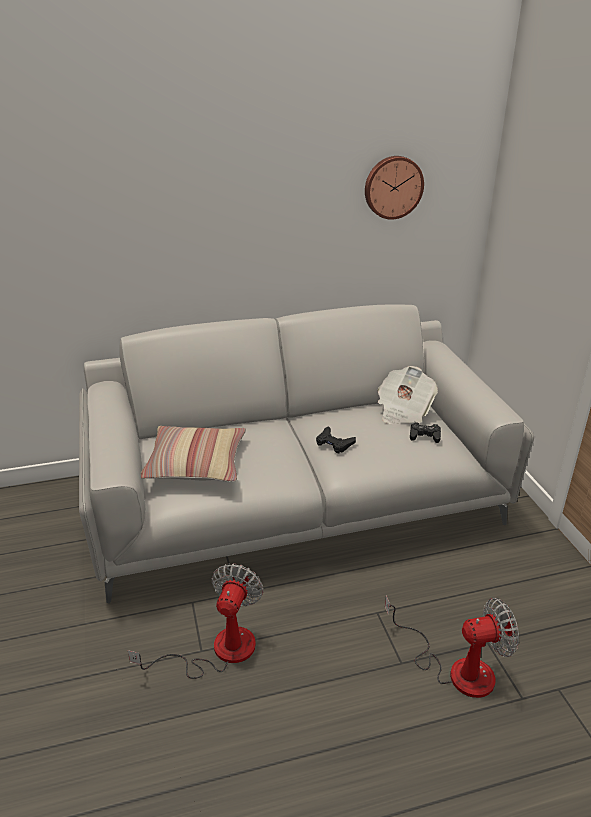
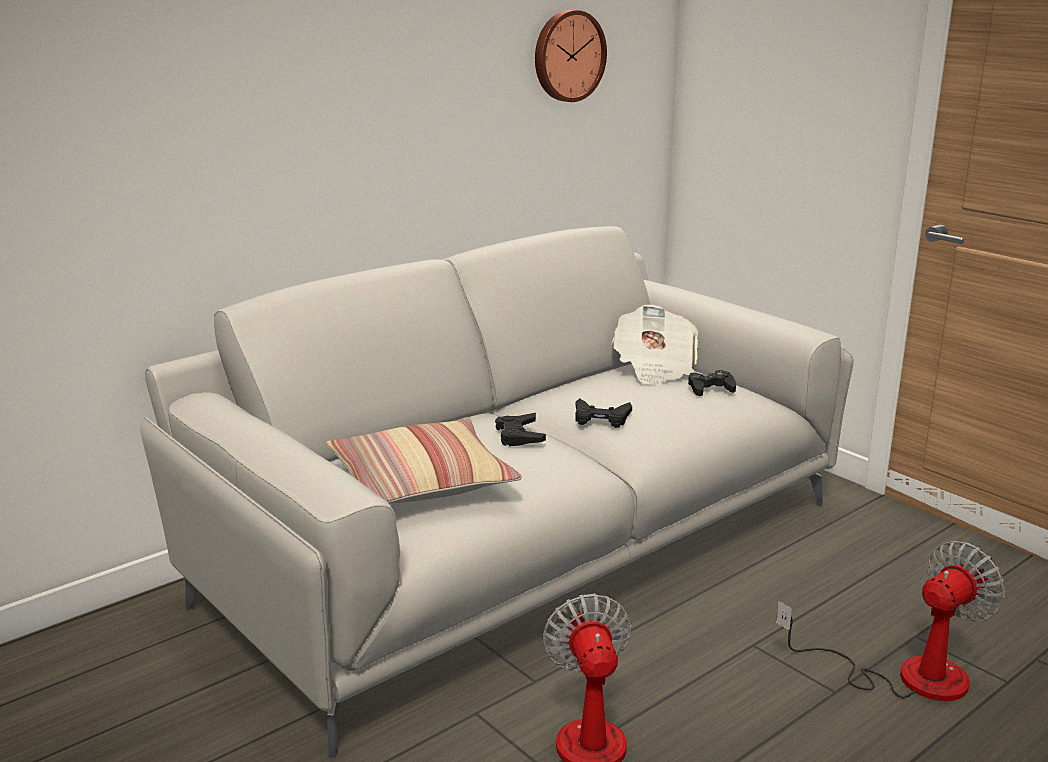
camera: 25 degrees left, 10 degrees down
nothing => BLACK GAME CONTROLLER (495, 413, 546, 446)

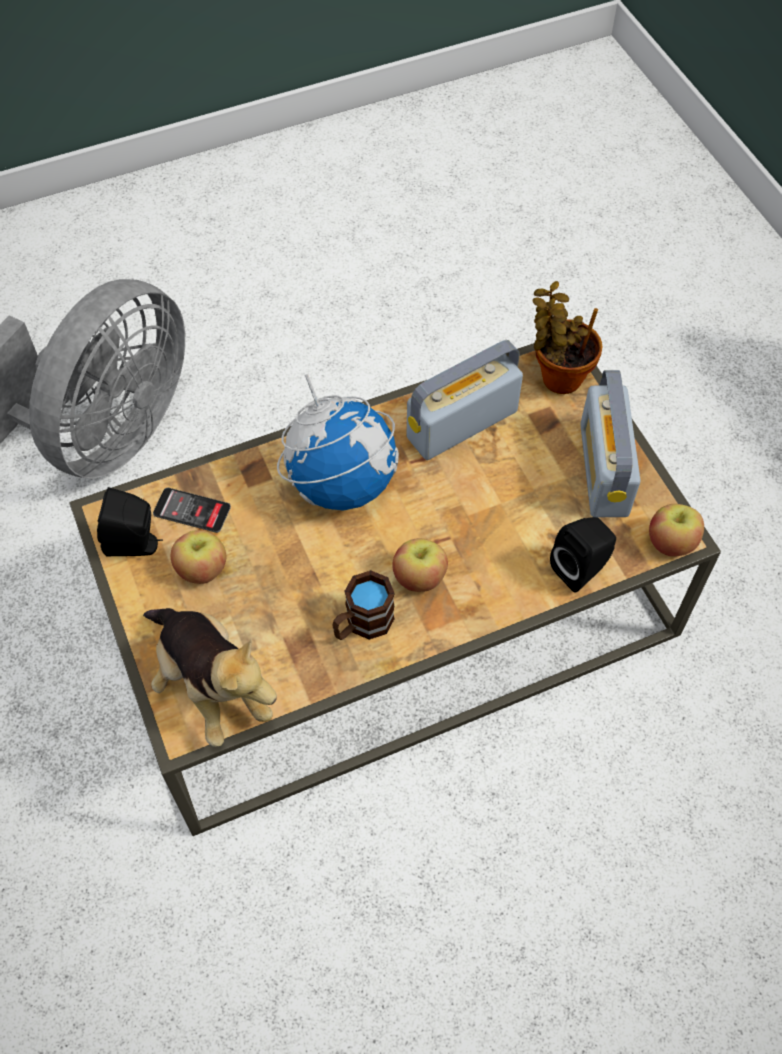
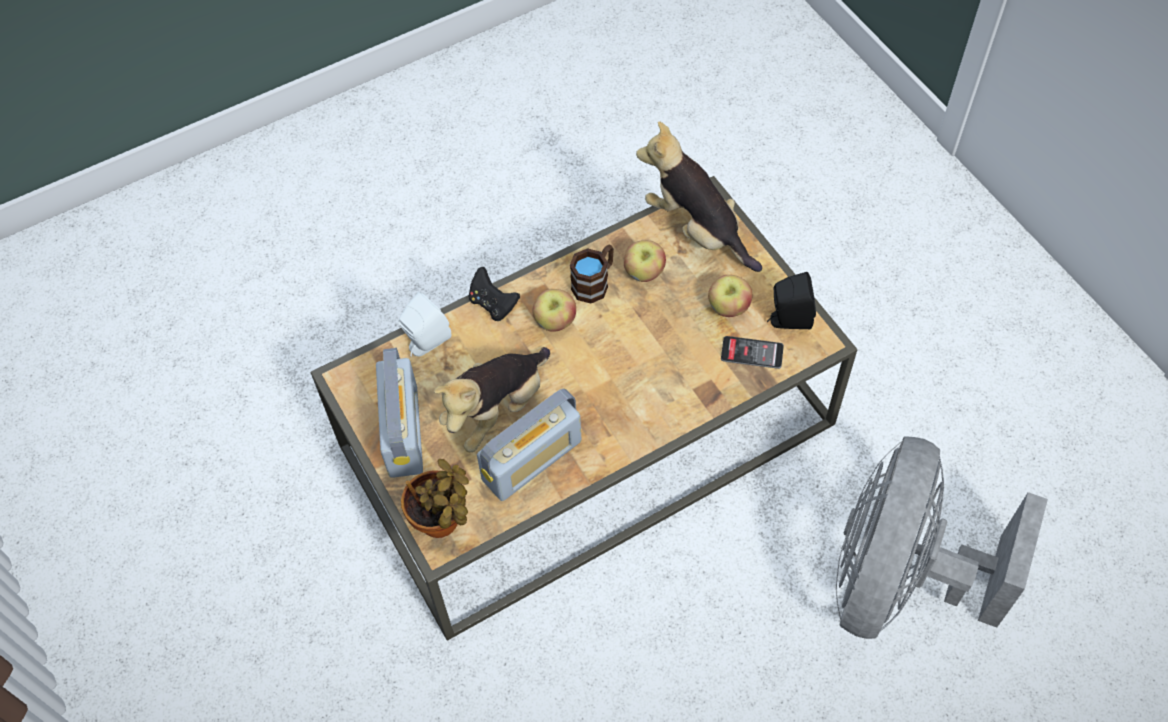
camera: 175 degrees right, 0 degrees up
GLOBE (277, 374, 399, 511) => nothing
nothing => PLUSH TOY (434, 347, 550, 452)
nothing => BLACK GAME CONTROLLER (469, 267, 520, 321)
APPLE (649, 504, 704, 557) => APPLE (624, 240, 666, 282), move
BLACK SPEAKER (550, 517, 616, 593) => WHITE SPEAKER (399, 292, 451, 357)

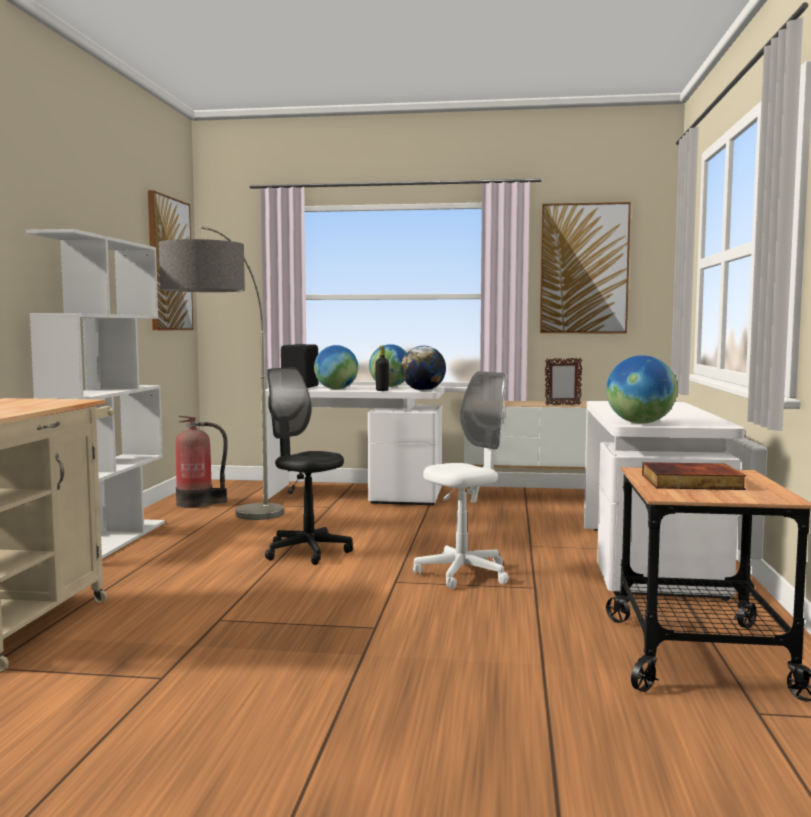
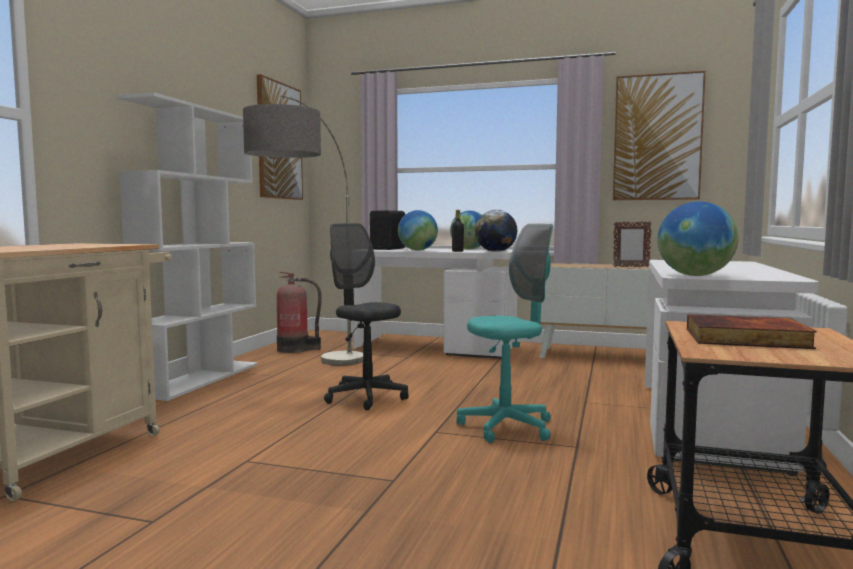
camera: 10 degrees right, 0 degrees up
WHITE OFFICE CHAIR (413, 371, 509, 589) => TURQUOISE OFFICE CHAIR (456, 224, 553, 443)

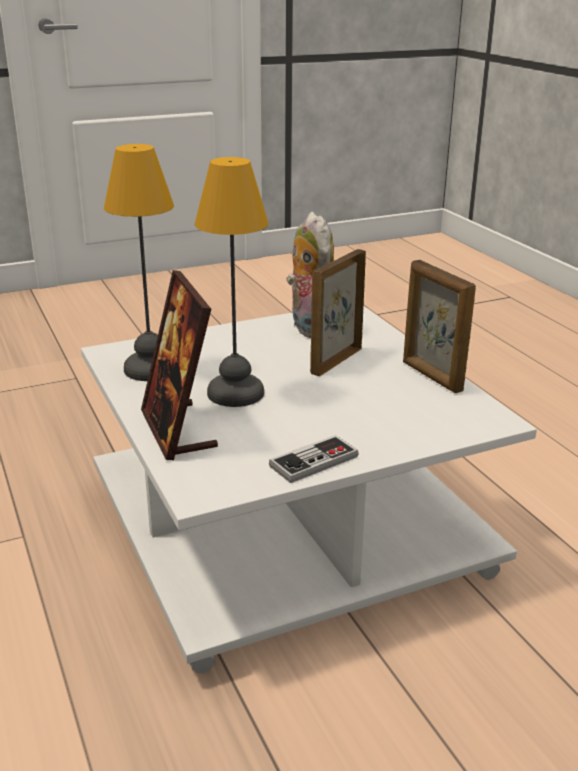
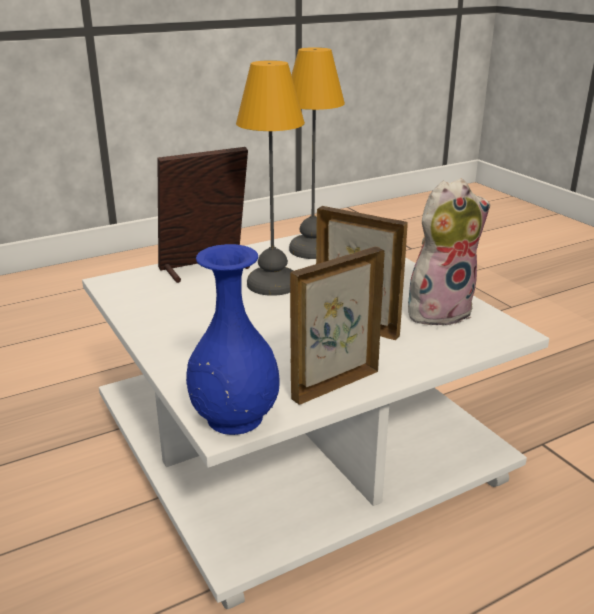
camera: 85 degrees right, 0 degrees up
GAME CONTROLLER (269, 435, 359, 483) => nothing
nothing => BLUE VASE (186, 244, 280, 435)

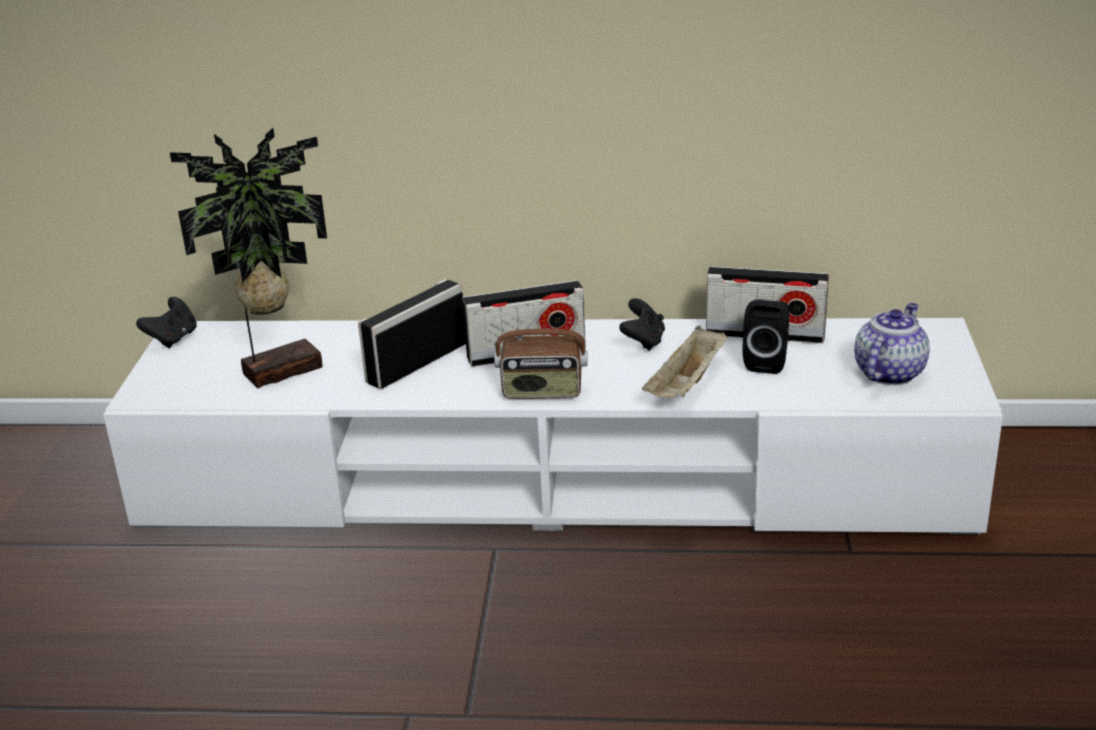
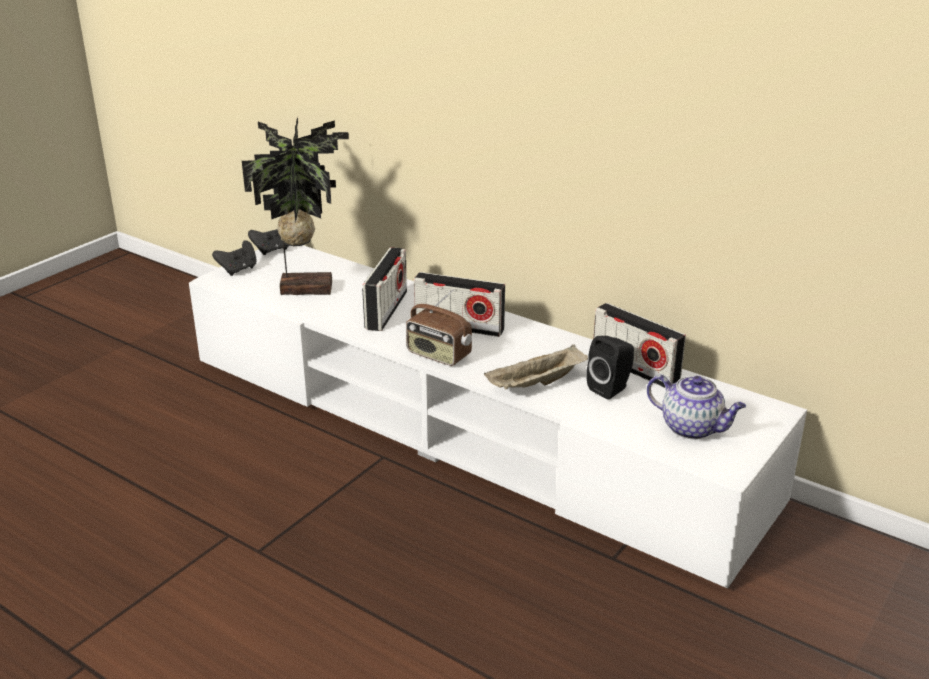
camera: 30 degrees right, 0 degrees up
BLACK GAME CONTROLLER (619, 298, 665, 351) => BLACK GAME CONTROLLER (212, 240, 257, 276), move
RADIO (358, 279, 466, 389) => RADIO (362, 247, 407, 331), 120 degrees clockwise
TEAPOT (854, 303, 930, 385) => TEAPOT (647, 375, 746, 439), 60 degrees clockwise

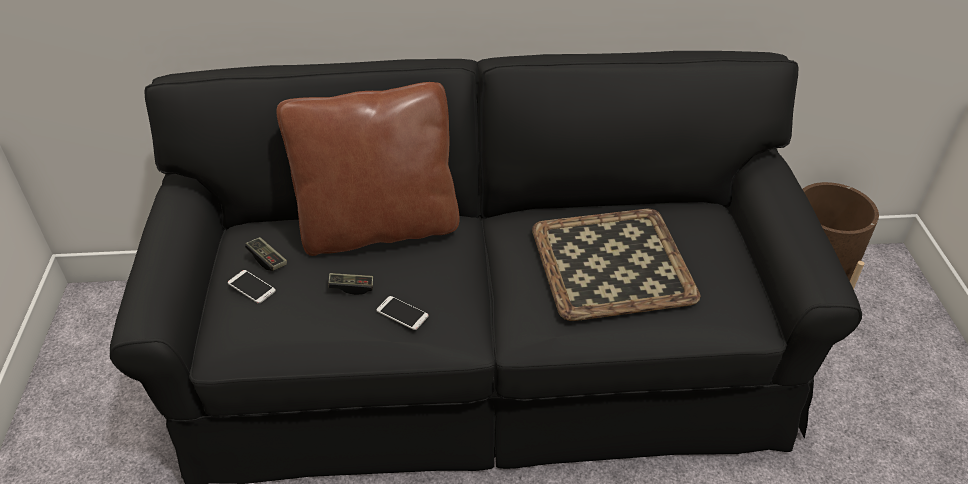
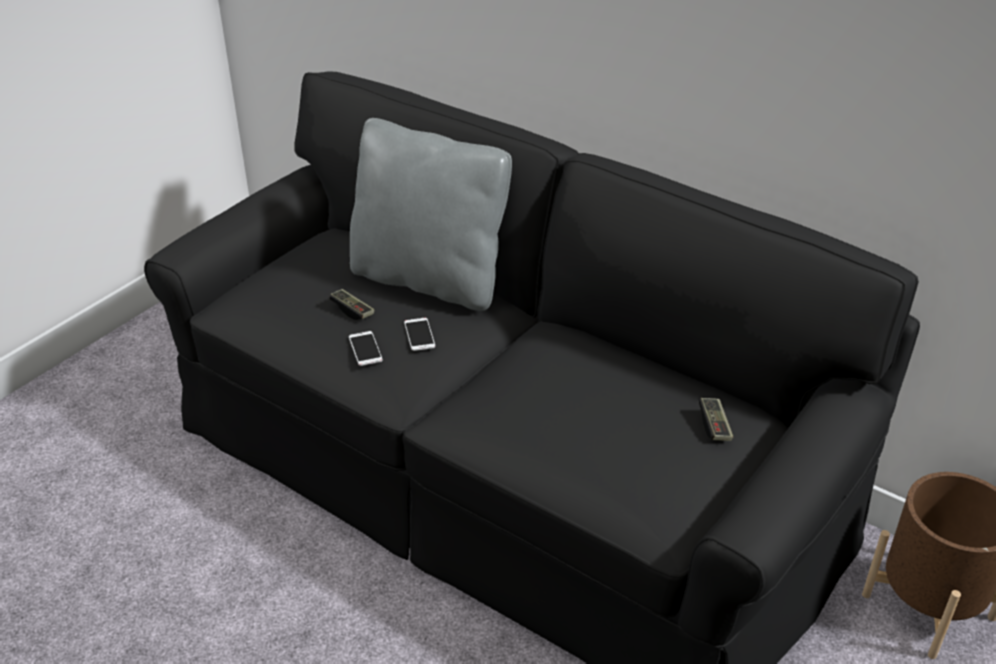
camera: 40 degrees right, 5 degrees down
TRAY (532, 209, 701, 321) => nothing
PHONE (228, 270, 276, 304) => PHONE (404, 318, 435, 351), move
GAME CONTROLLER (245, 237, 287, 271) => GAME CONTROLLER (699, 398, 733, 441), move
BROWN PILLOW (276, 82, 459, 256) => GREY PILLOW (350, 118, 512, 311)

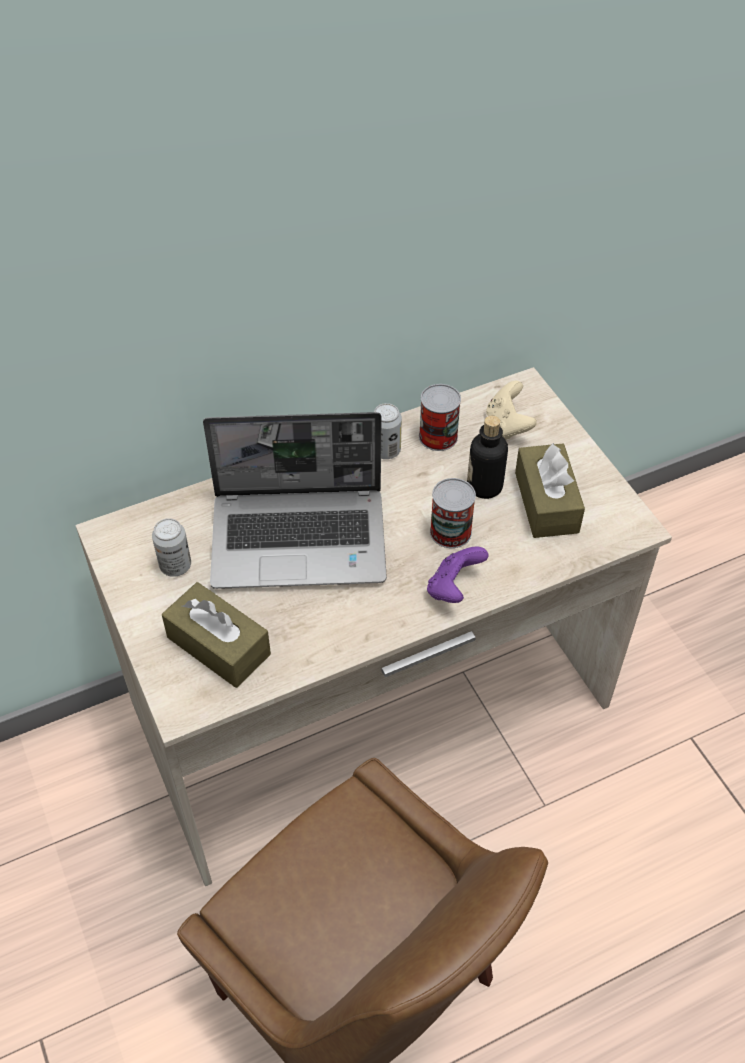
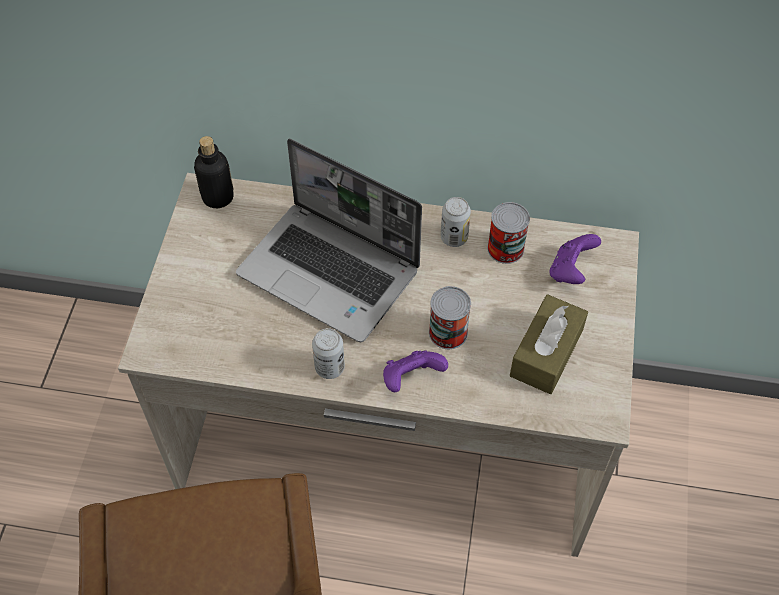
camera: 35 degrees right, 5 degrees up
BROWN TISSUE BOX (162, 582, 271, 688) => nothing
CAN (152, 518, 191, 577) => CAN (312, 328, 345, 379), move
BOTTLE (467, 416, 508, 499) => BOTTLE (194, 136, 234, 208), move
BEIGE GAME CONTROLLER (486, 381, 537, 440) => PURPLE GAME CONTROLLER (549, 234, 601, 284)

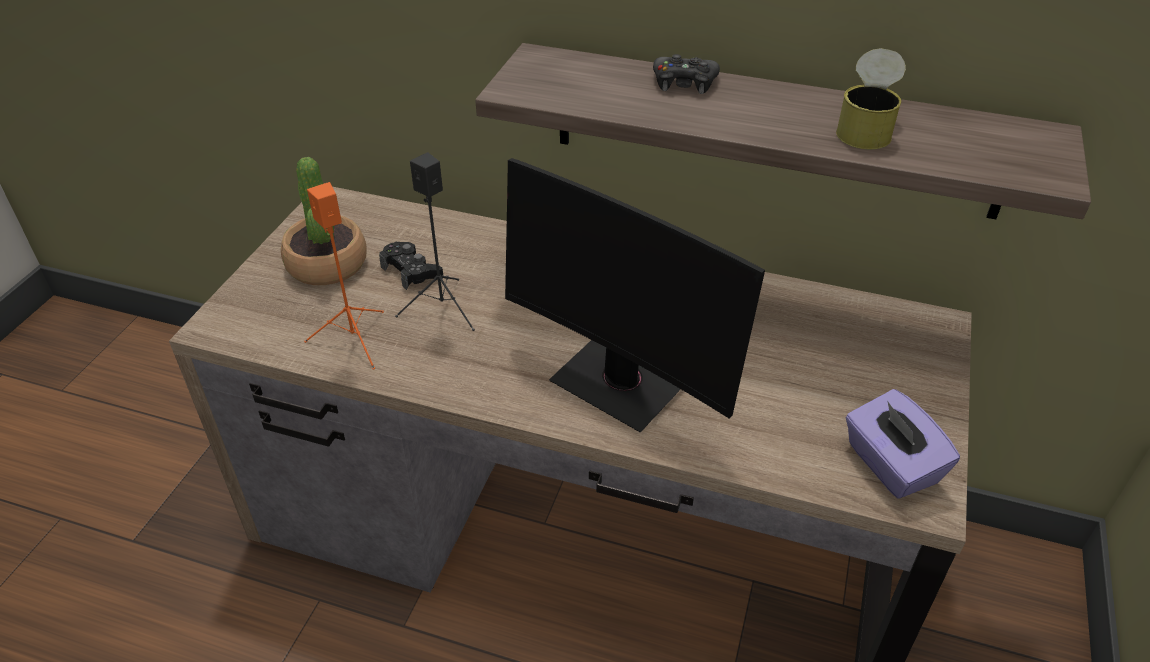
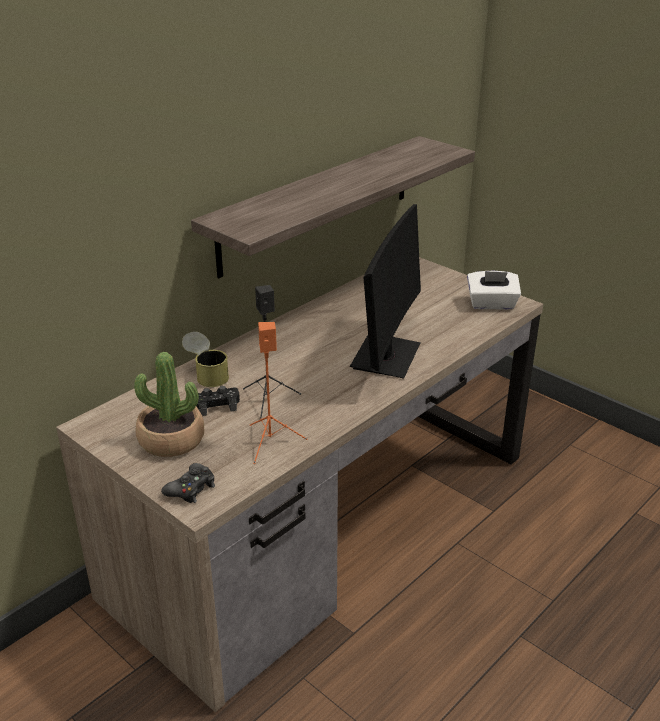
camera: 65 degrees left, 10 degrees down
BLACK GAME CONTROLLER (653, 54, 720, 94) => BLACK GAME CONTROLLER (161, 463, 215, 503), move
CAN (836, 48, 906, 150) => CAN (182, 331, 229, 387), move
PURPLE TISSUE BOX (846, 389, 960, 499) => WHITE TISSUE BOX (467, 271, 521, 310)
MONITOR (505, 158, 765, 433) => MONITOR (350, 204, 421, 379), 45 degrees counterclockwise

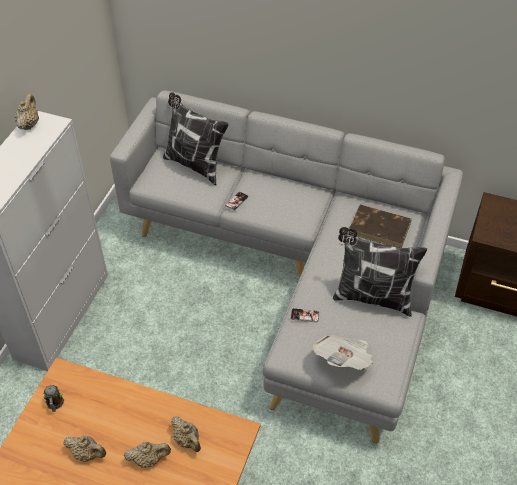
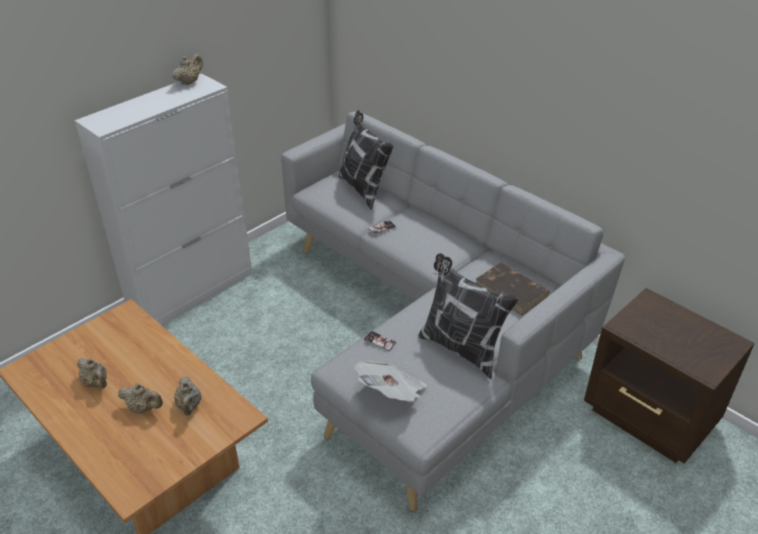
camera: 25 degrees right, 10 degrees down
MUG (43, 385, 64, 412) => nothing

